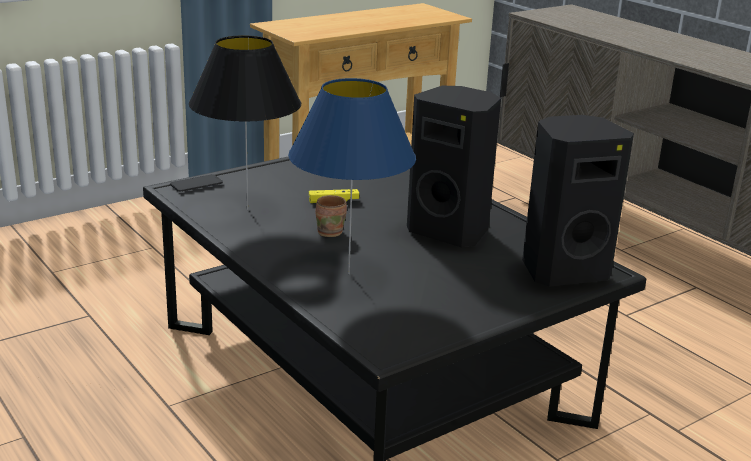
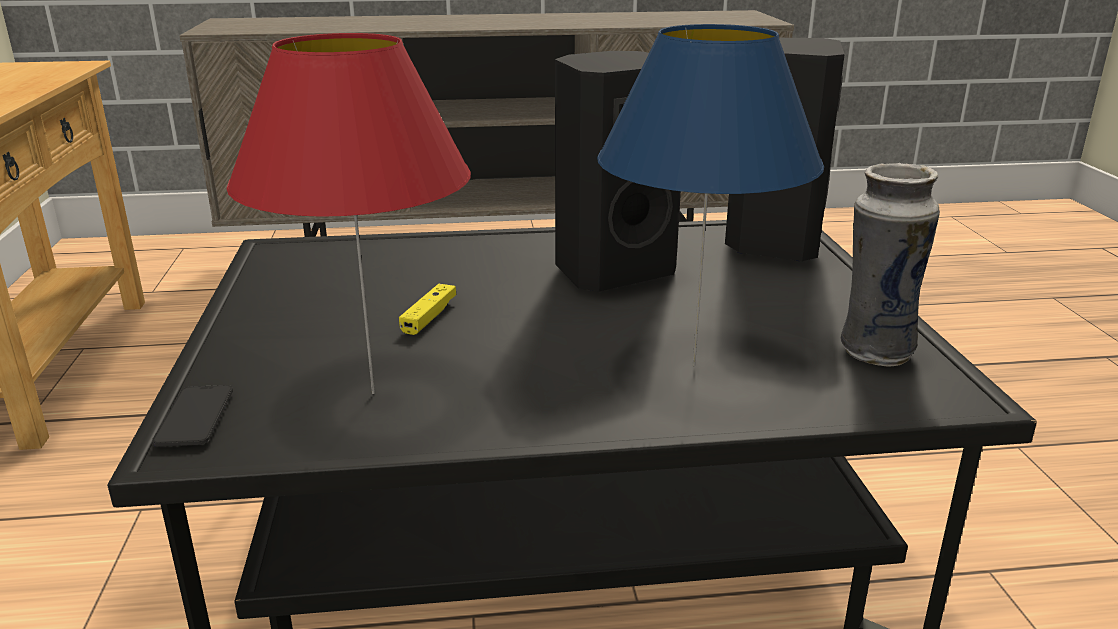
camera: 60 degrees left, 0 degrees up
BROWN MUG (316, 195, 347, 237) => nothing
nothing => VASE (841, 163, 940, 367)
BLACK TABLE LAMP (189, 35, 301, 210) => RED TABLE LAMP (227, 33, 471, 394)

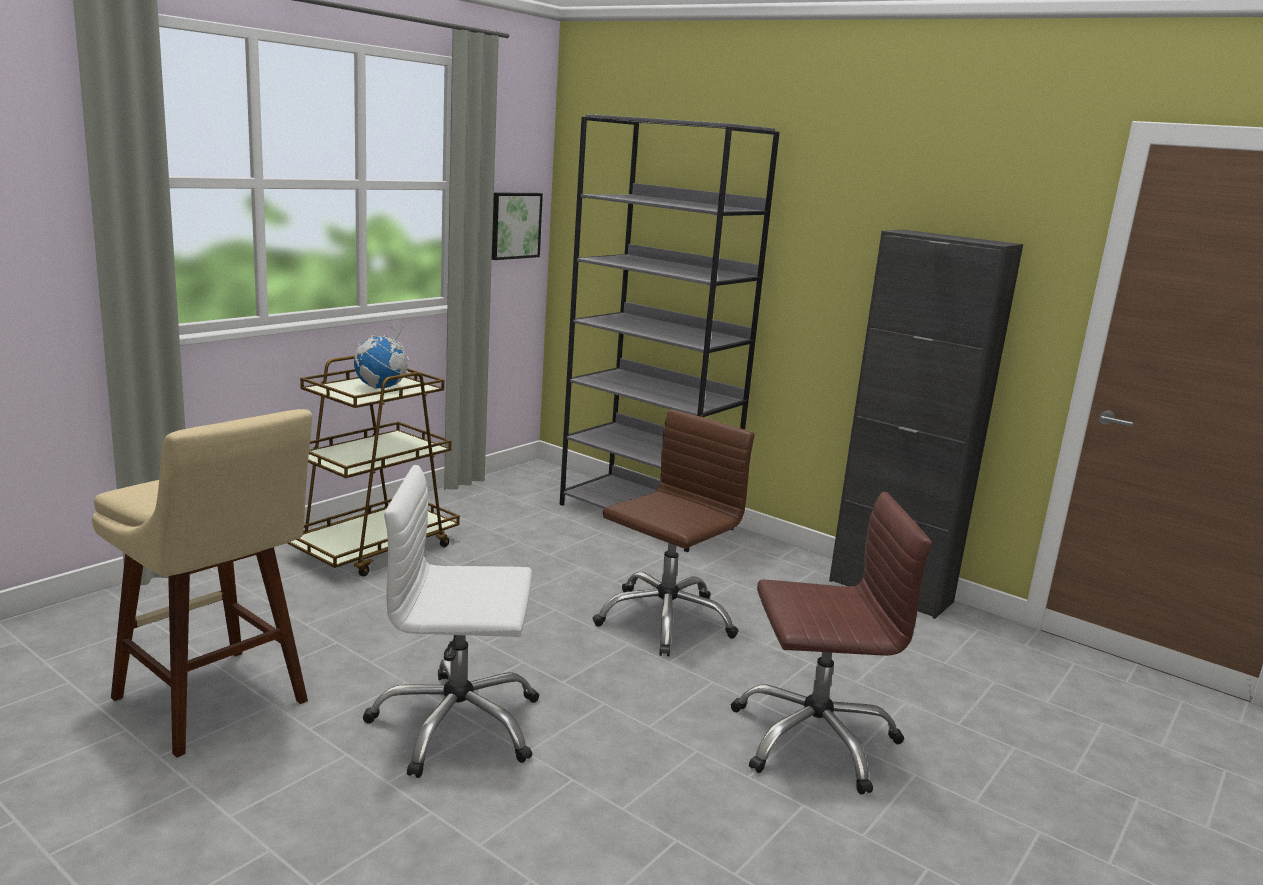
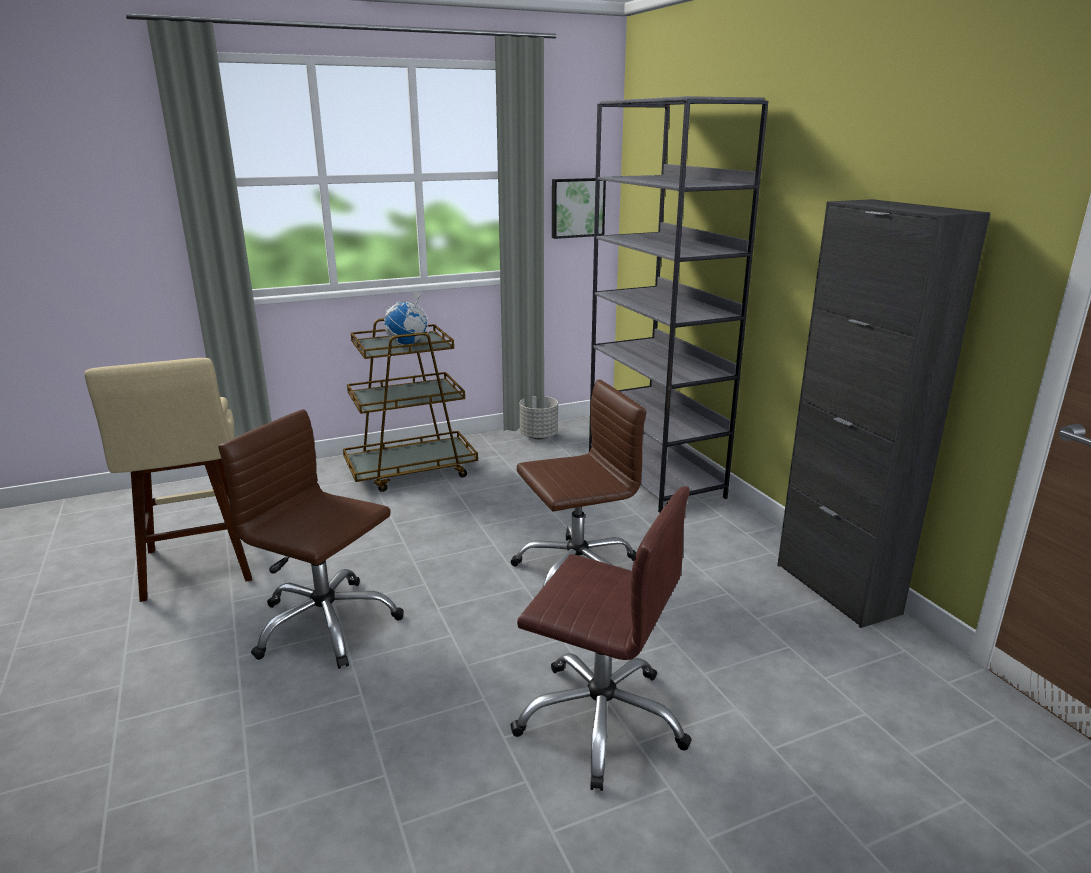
camera: 30 degrees right, 5 degrees up
nothing => GREY PLANTER (520, 396, 558, 439)
WHITE OFFICE CHAIR (363, 465, 539, 778) => BROWN OFFICE CHAIR (219, 409, 404, 669)

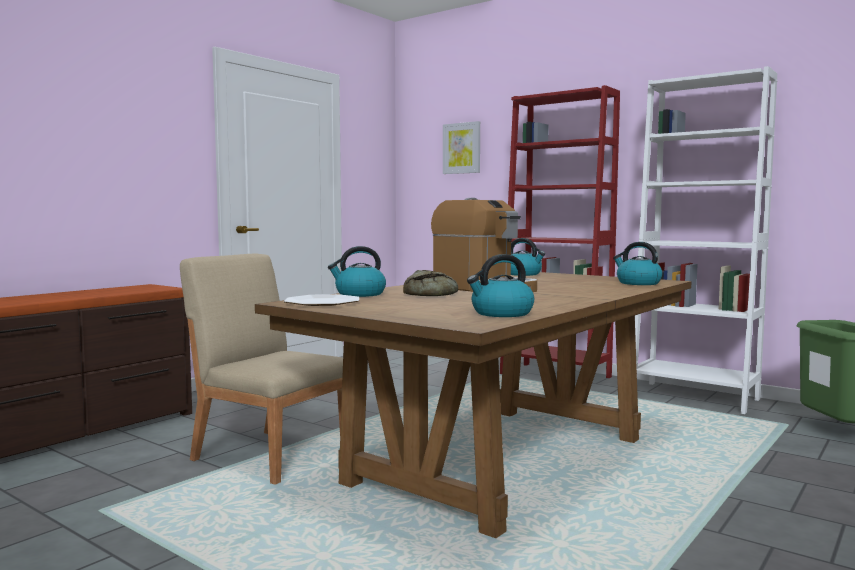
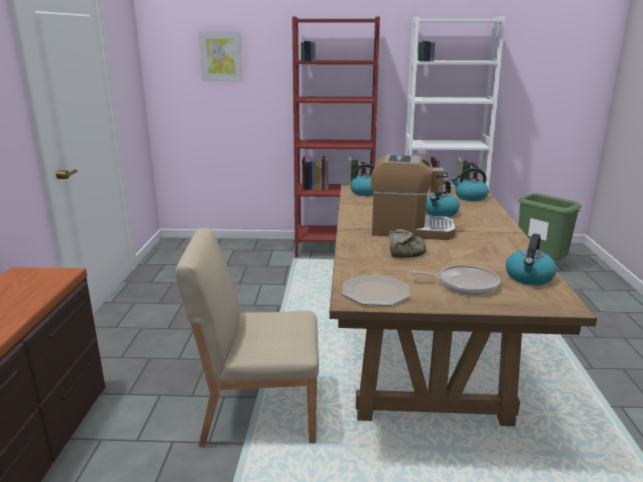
camera: 35 degrees left, 15 degrees up
nothing => FRYING PAN (409, 265, 500, 295)
KETTLE (328, 246, 386, 297) => KETTLE (426, 180, 460, 217), move

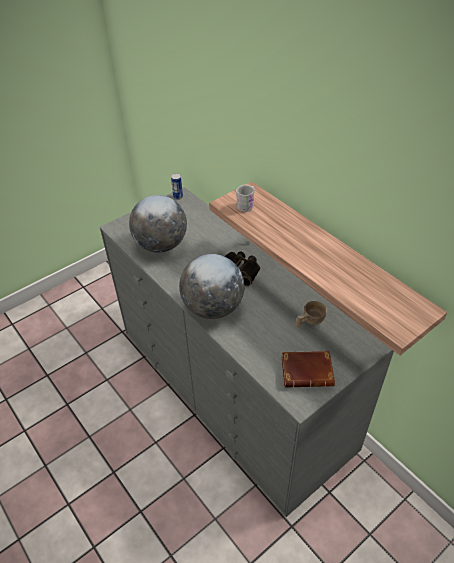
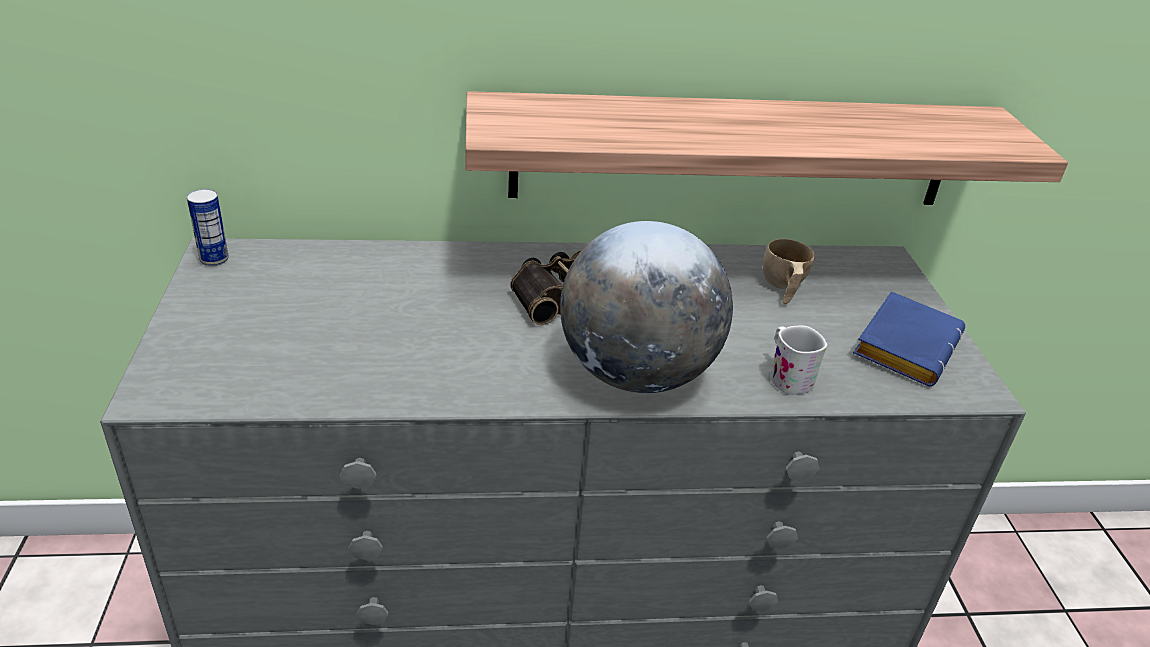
camera: 60 degrees left, 10 degrees down
GLOBE (129, 195, 187, 253) => nothing
WHITE MUG (236, 185, 255, 212) => WHITE MUG (770, 326, 827, 395), move
BROWN BOOK (281, 351, 335, 388) => BLUE BOOK (853, 292, 965, 386)

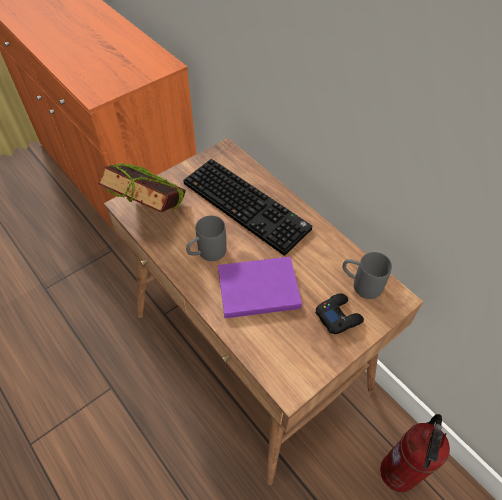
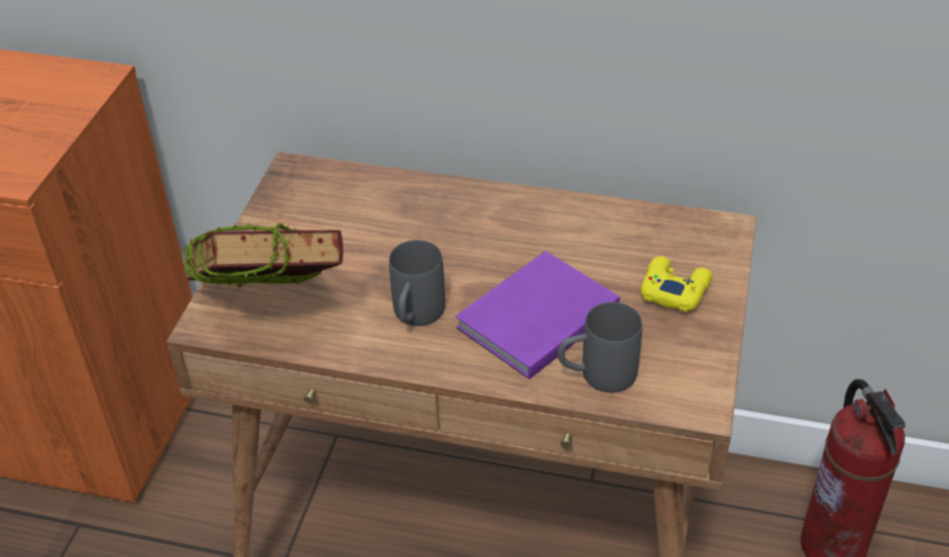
camera: 35 degrees left, 10 degrees down
KEYBOARD (183, 159, 312, 256) => nothing
GREY MUG (342, 252, 392, 299) => GREY MUG (558, 302, 642, 393), move
BLACK GAME CONTROLLER (315, 293, 364, 334) => YELLOW GAME CONTROLLER (641, 256, 712, 312)

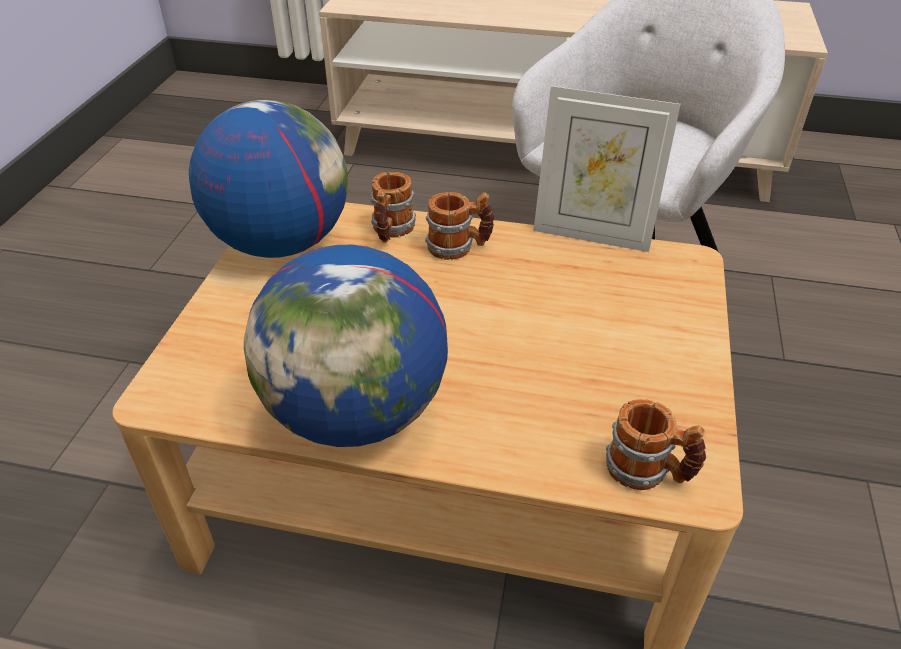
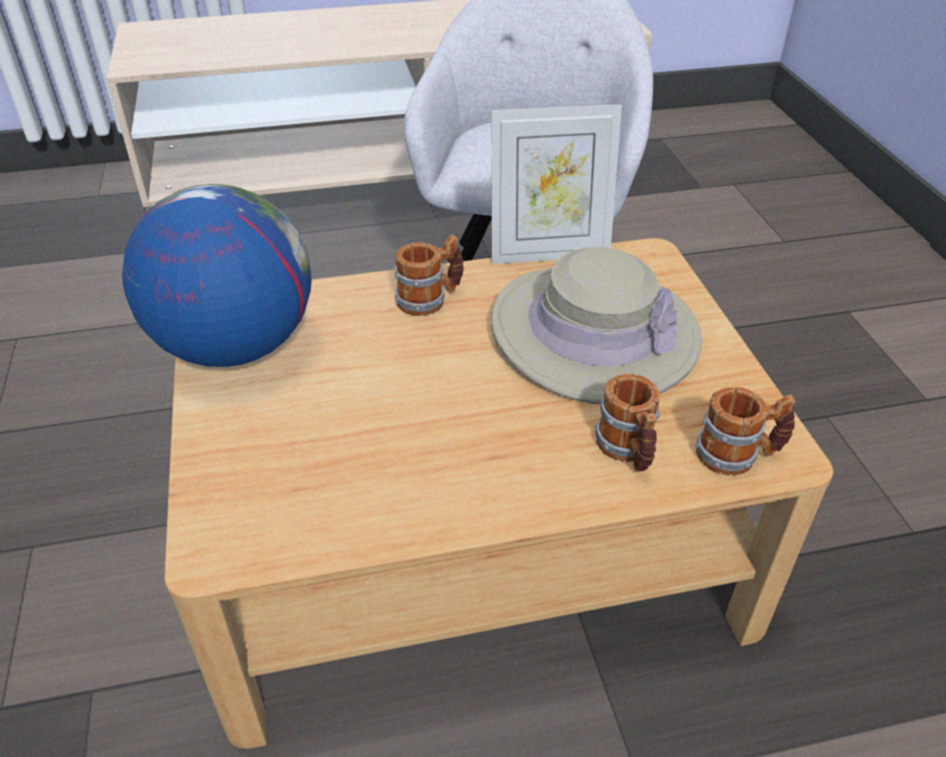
camera: 25 degrees left, 0 degrees up
GLOBE (244, 245, 448, 447) => nothing
nothing => BEIGE HAT (491, 247, 702, 404)
MUG (370, 172, 416, 243) => MUG (595, 374, 660, 472), move

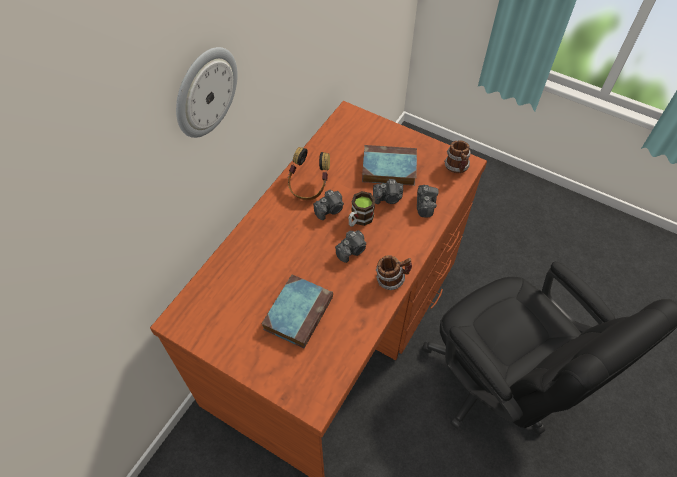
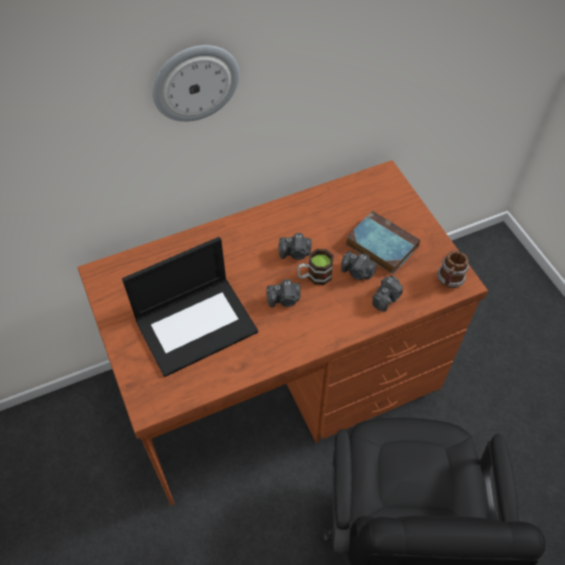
camera: 35 degrees right, 0 degrees up
HEADPHONES (288, 147, 330, 200) => nothing
MUG (376, 255, 412, 290) => nothing
BOOK (262, 275, 333, 348) => LAPTOP (122, 237, 258, 377)

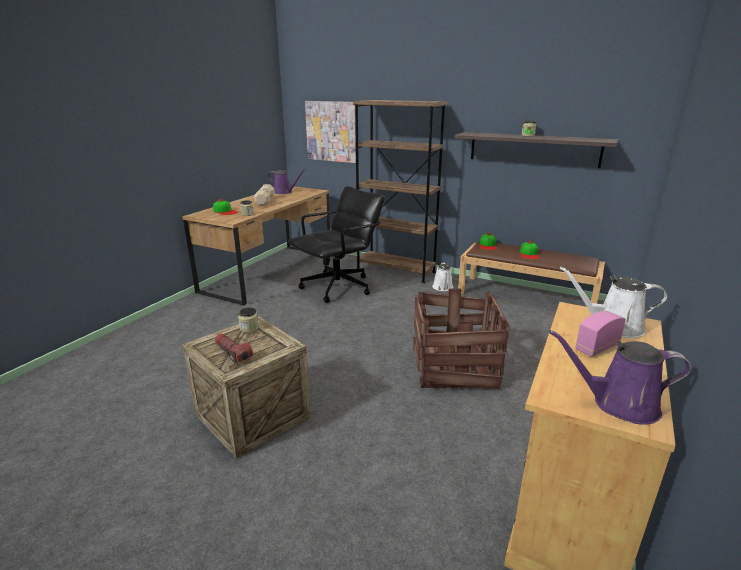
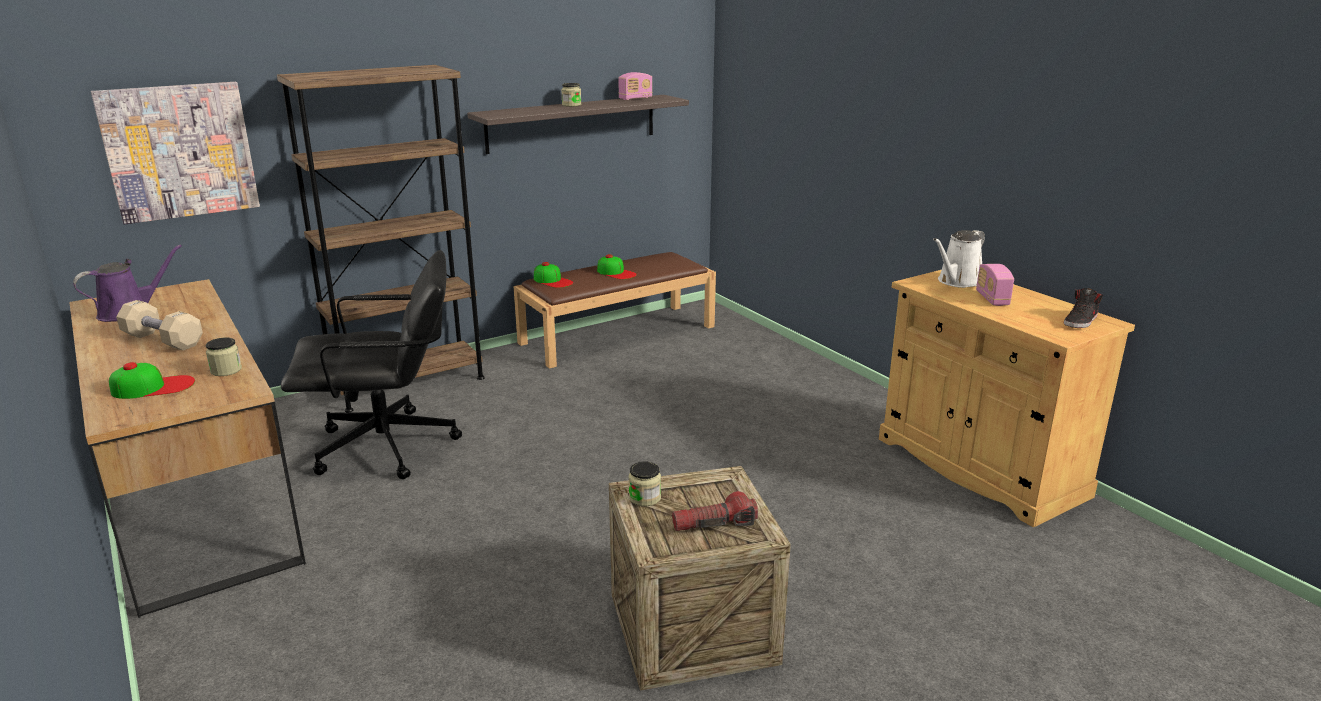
camera: 60 degrees left, 0 degrees up
CRATE (413, 289, 510, 389) => nothing
WHITE WATERING CAN (433, 262, 453, 291) => nothing
nothing => RADIO (618, 72, 652, 100)
PURPLE WATERING CAN (549, 330, 691, 425) => BLACK SHOE (1064, 288, 1103, 328)
BLACK OFFICE CHAIR (288, 186, 385, 303) => BLACK OFFICE CHAIR (281, 250, 462, 479), 90 degrees clockwise

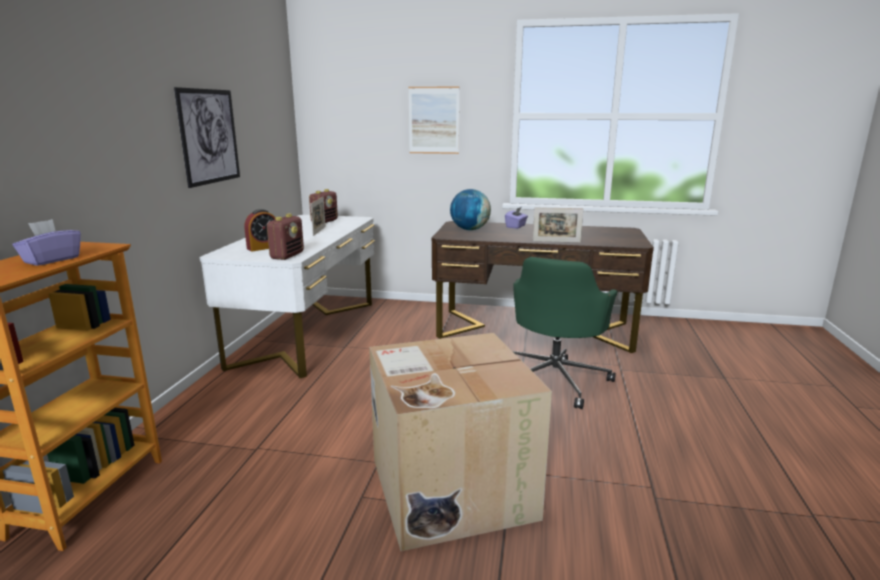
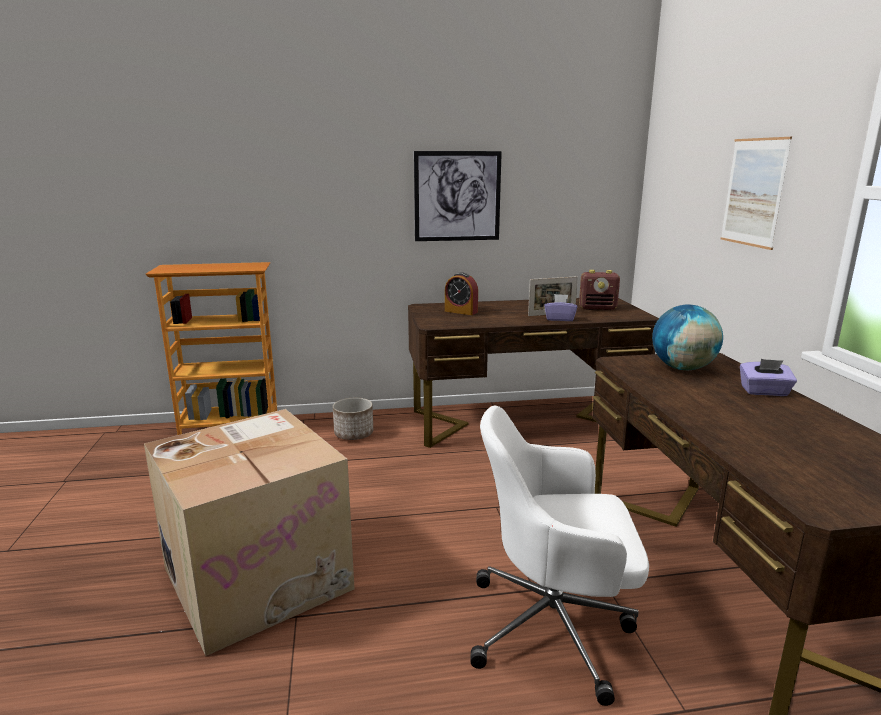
camera: 70 degrees right, 0 degrees up
RADIO (267, 214, 304, 260) => nothing
PICTURE FRAME (533, 207, 583, 243) => nothing
nothing => PLANTER (333, 398, 373, 440)
PURPLE TISSUE BOX (12, 219, 81, 266) => PURPLE TISSUE BOX (544, 294, 577, 321), move
WHITE DESK (199, 215, 375, 378) => BROWN DESK (408, 298, 659, 448)
GREEN OFFICE CHAIR (513, 257, 618, 409) => WHITE OFFICE CHAIR (470, 406, 649, 706)

